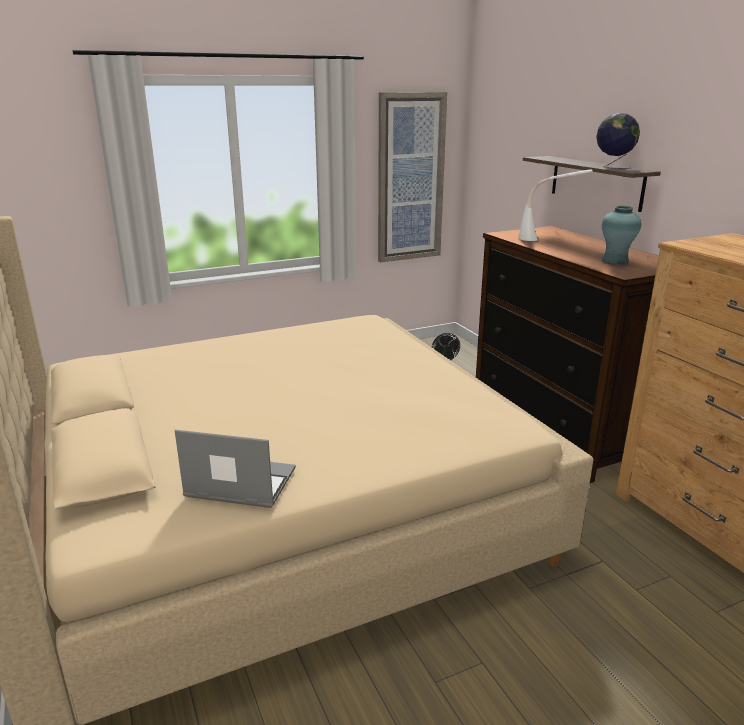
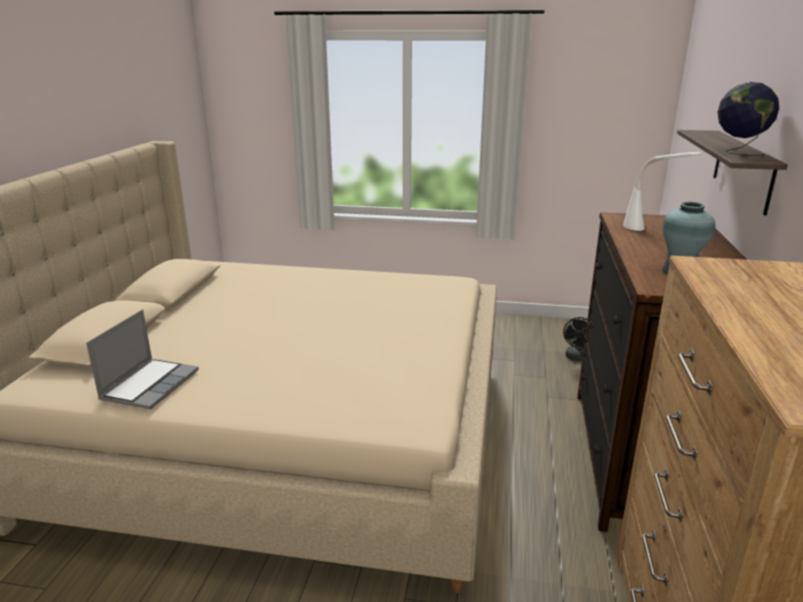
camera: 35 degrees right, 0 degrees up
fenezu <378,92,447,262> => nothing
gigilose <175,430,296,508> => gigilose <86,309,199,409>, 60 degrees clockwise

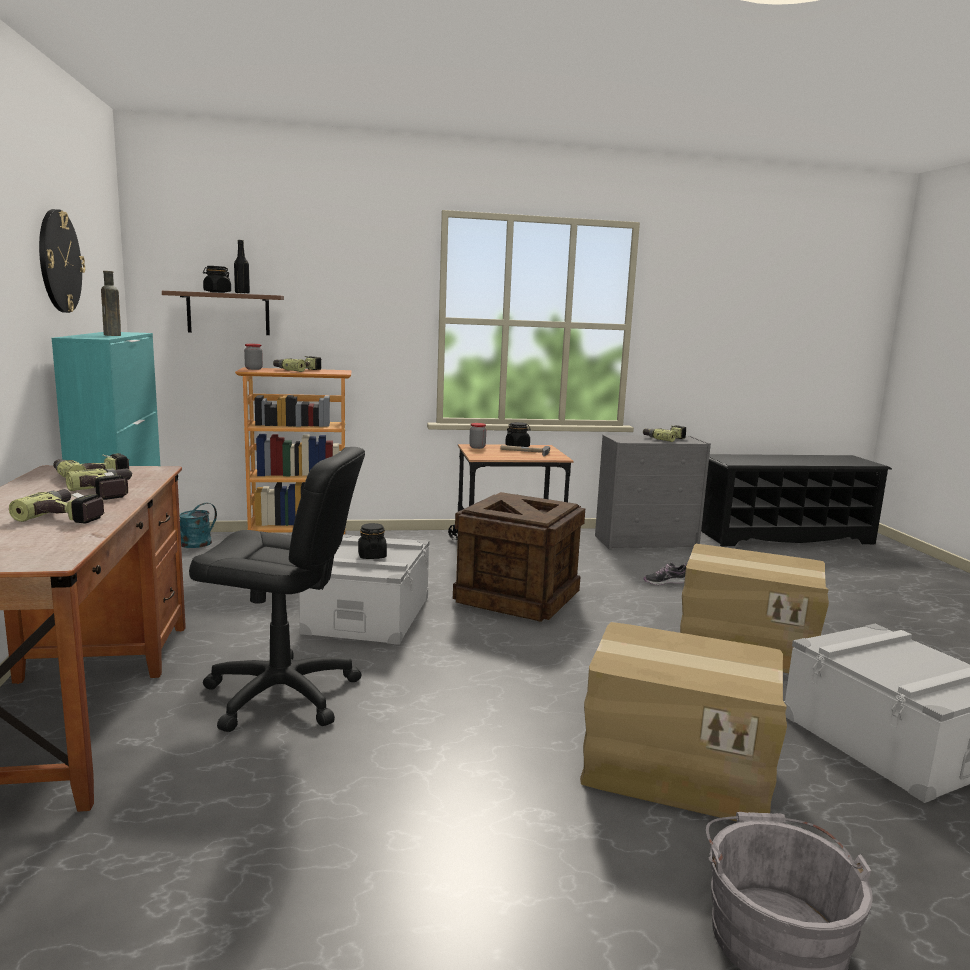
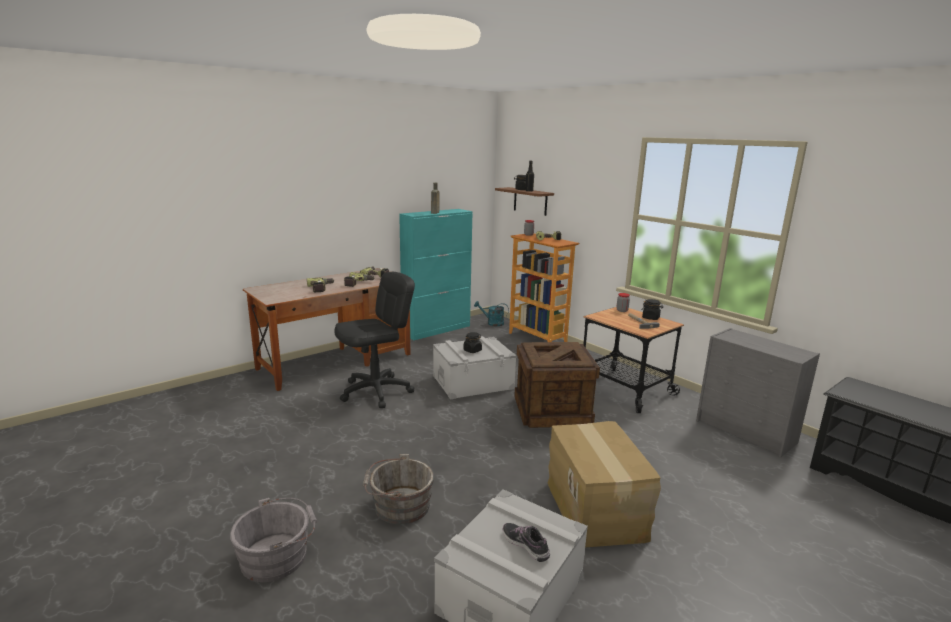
camera: 60 degrees right, 5 degrees up
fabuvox <39,209,85,313> => nothing
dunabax <643,425,686,442> => nothing
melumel <644,563,687,585> => melumel <503,523,550,562>, relocated
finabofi <580,622,787,821> => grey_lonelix <363,454,434,524>
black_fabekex <189,447,365,732> => black_fabekex <334,272,415,408>, 105 degrees counterclockwise

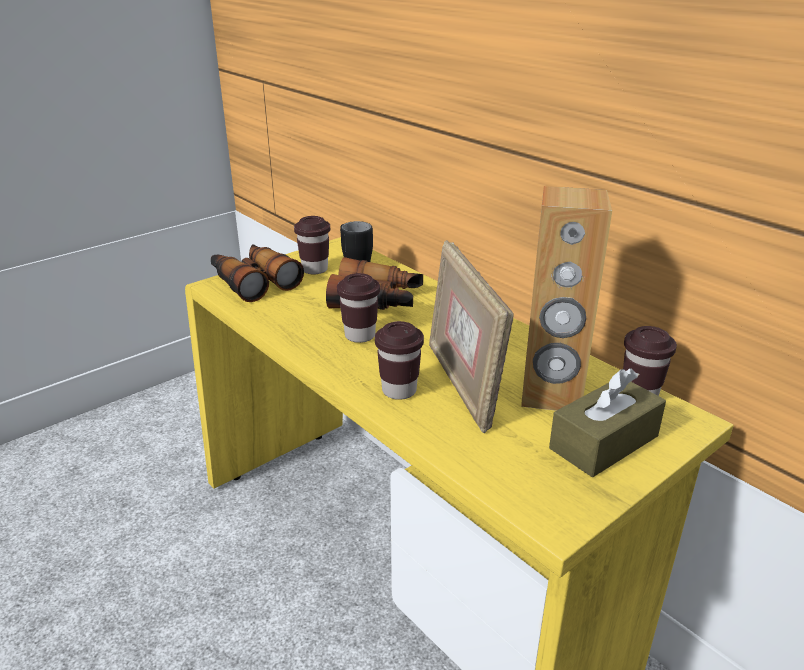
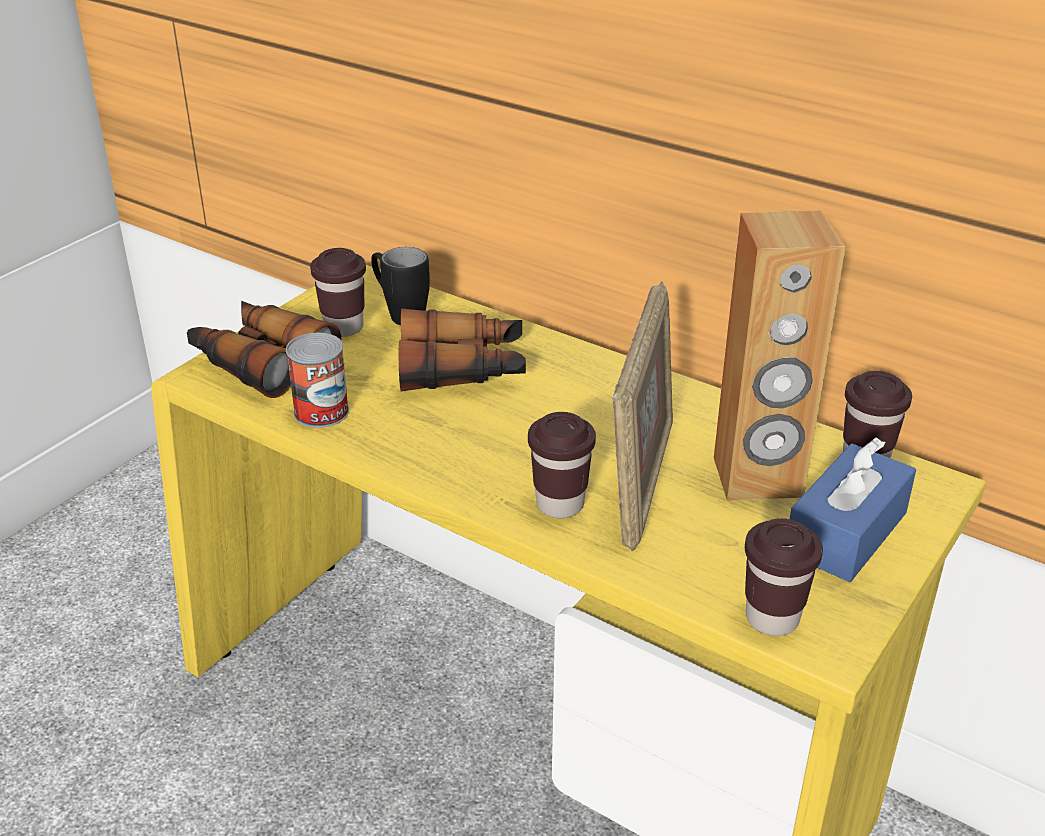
camera: 15 degrees left, 5 degrees up
nothing => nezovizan <286,332,349,428>
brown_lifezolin <337,273,380,343> => brown_lifezolin <745,518,823,636>, relocated
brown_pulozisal <549,368,666,477> => blue_pulozisal <790,437,916,582>
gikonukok <429,240,514,433> => gikonukok <612,281,673,552>, 135 degrees counterclockwise

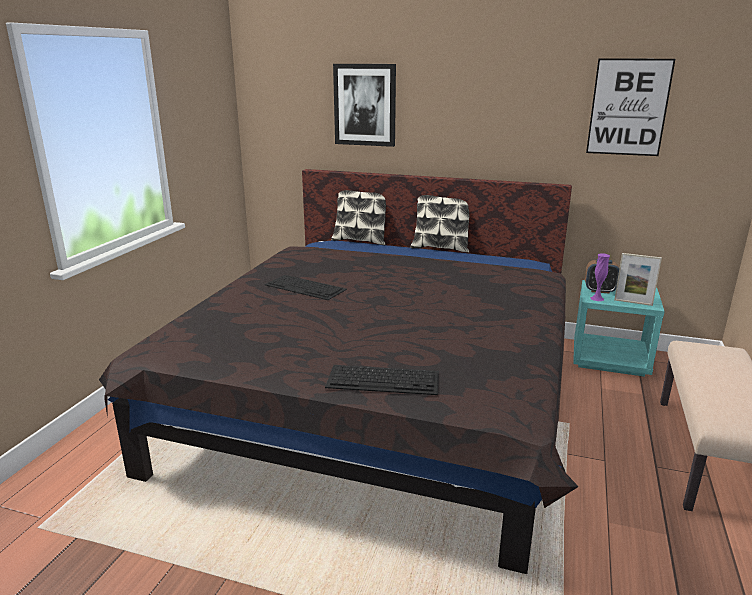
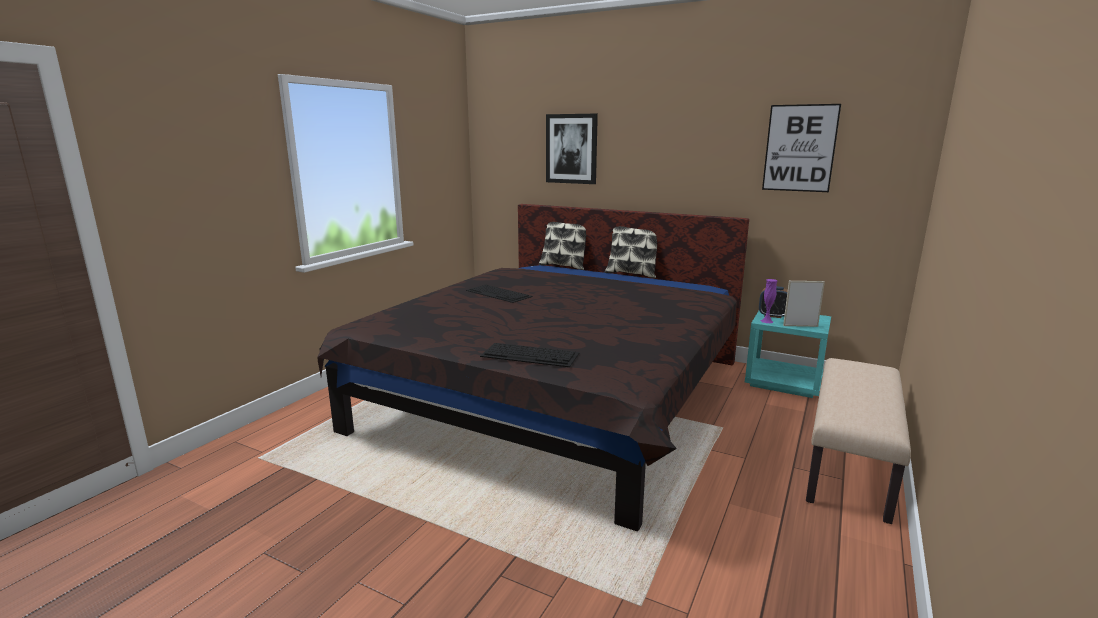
camera: 10 degrees right, 5 degrees down
gikonukok <614,253,662,306> => gikonukok <783,281,825,327>, 150 degrees clockwise

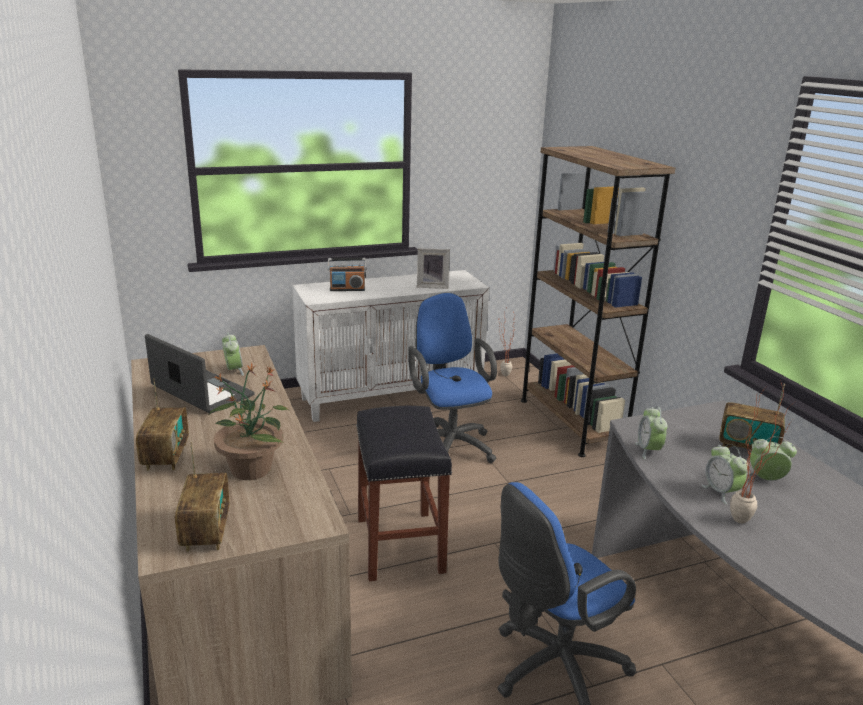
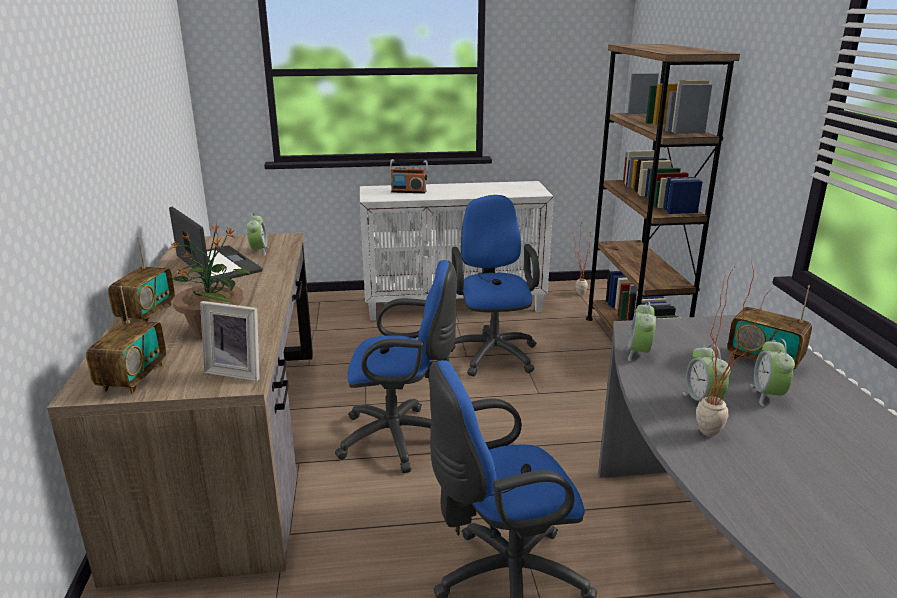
camera: 15 degrees right, 0 degrees up
gikonukok <417,248,450,289> => gikonukok <200,301,260,381>, relocated
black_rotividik <356,406,452,581> => blue_fabekex <335,260,457,473>
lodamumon <746,436,797,481> => lodamumon <750,339,795,406>, 105 degrees counterclockwise

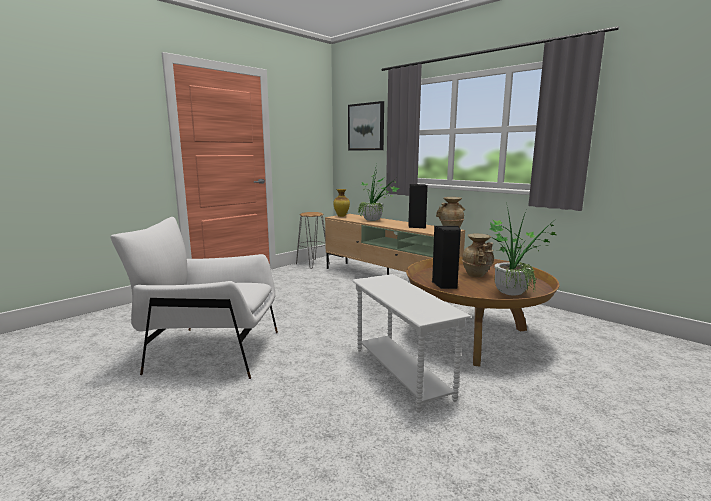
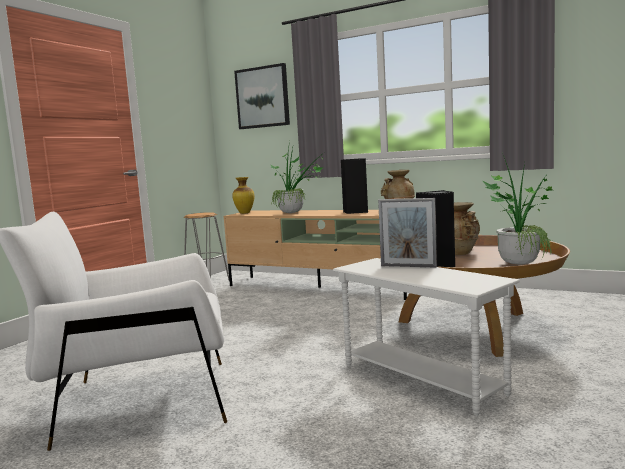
camera: 15 degrees left, 5 degrees down
nothing => gikonukok <378,198,437,268>

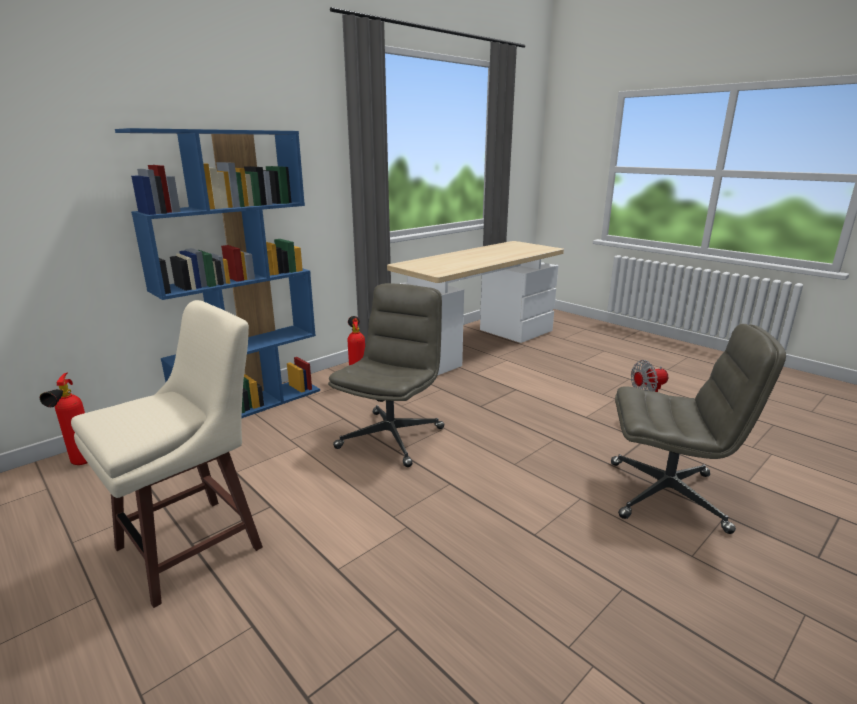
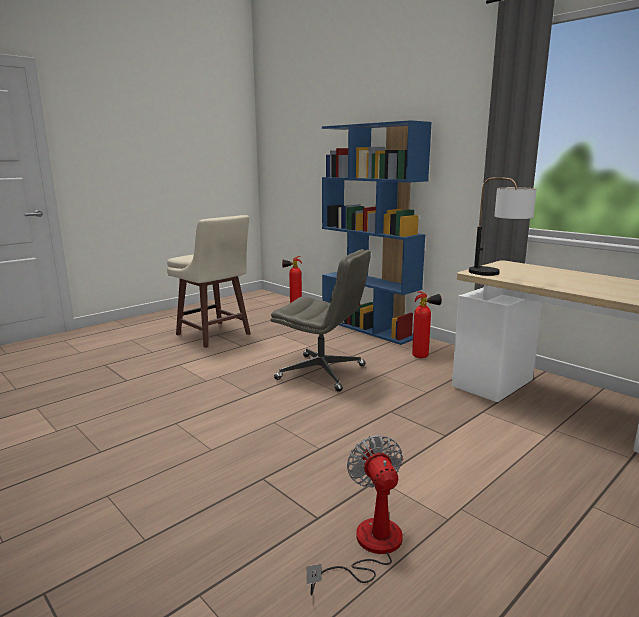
camera: 90 degrees right, 5 degrees down
grey_fabekex <611,324,786,534> => nothing
nothing => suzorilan <469,177,537,276>

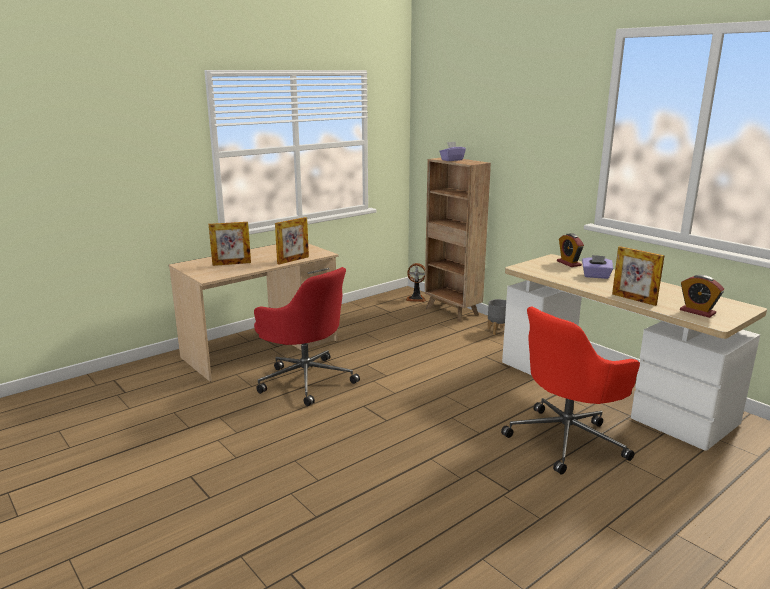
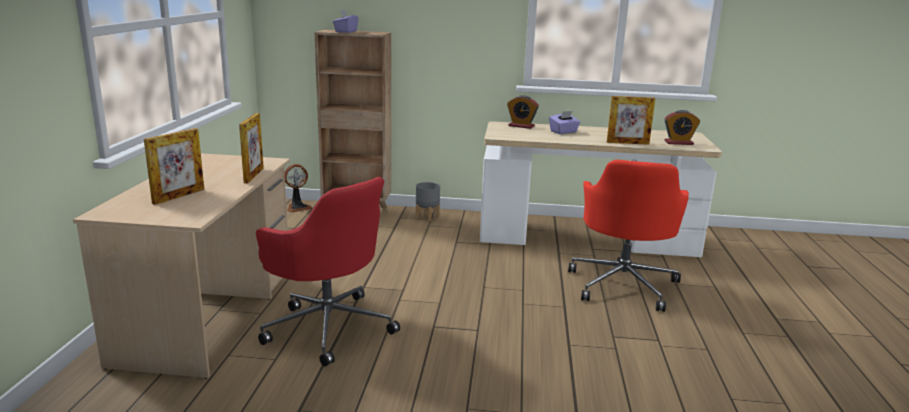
camera: 45 degrees left, 0 degrees up
red_fabekex <254,267,360,406> => red_fabekex <256,177,400,367>, 45 degrees clockwise

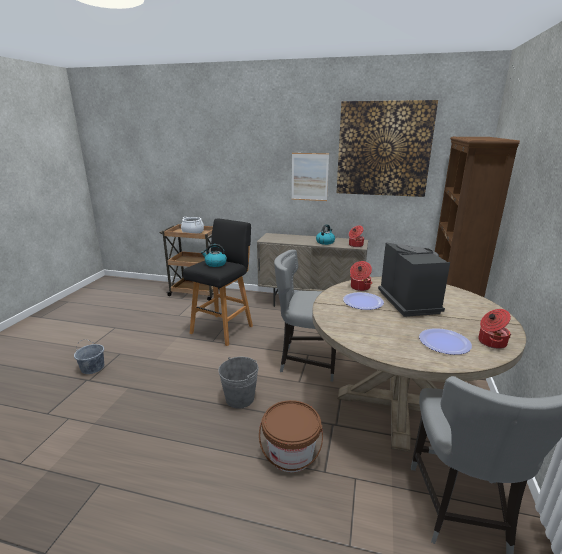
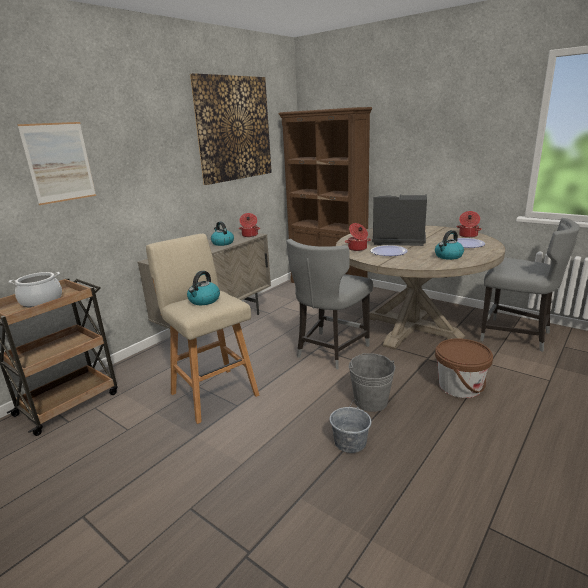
camera: 65 degrees left, 0 degrees up
nothing => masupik <435,230,464,260>
grey_lonelix <74,339,104,374> => grey_lonelix <329,400,371,453>, relocated
fenezu <292,153,329,201> => fenezu <17,122,96,205>, relocated
black_rotividik <183,218,253,346> => beige_rotividik <146,234,259,424>

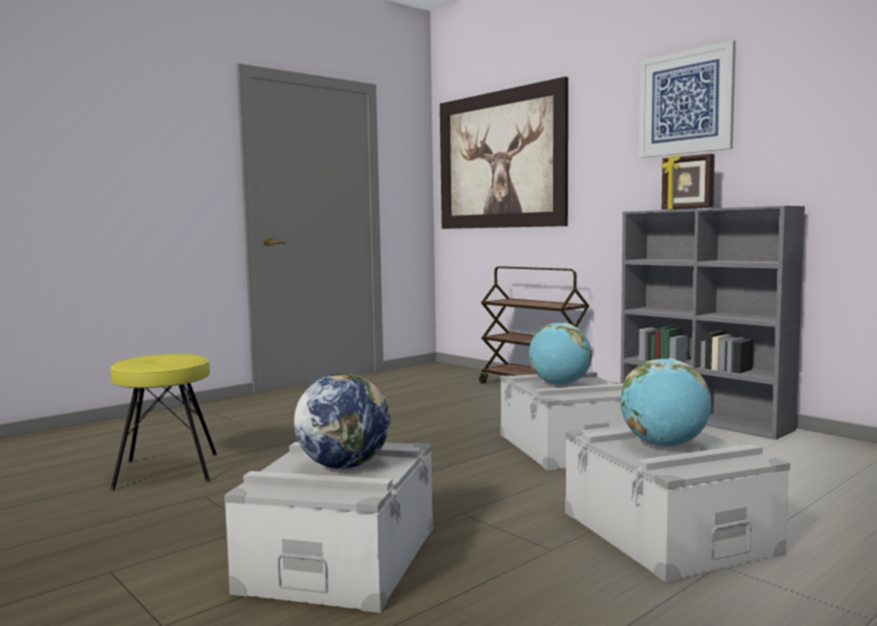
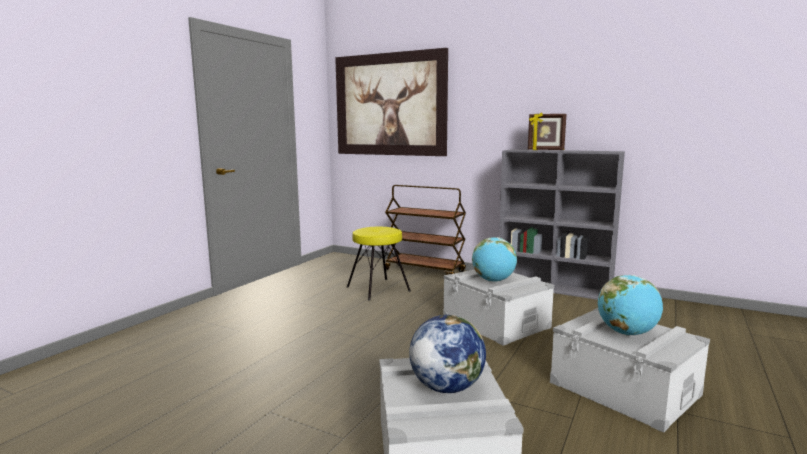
camera: 20 degrees left, 5 degrees up
fenezu <639,40,736,158> => nothing
yellow_rotividik <110,354,217,491> => yellow_rotividik <347,227,411,300>, relocated

